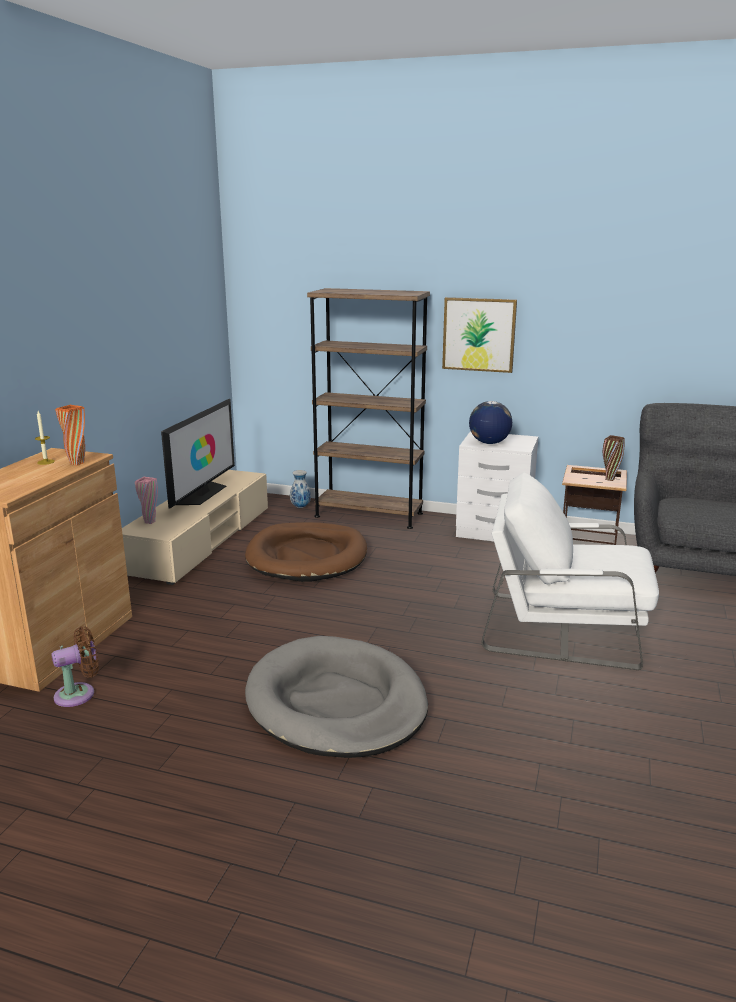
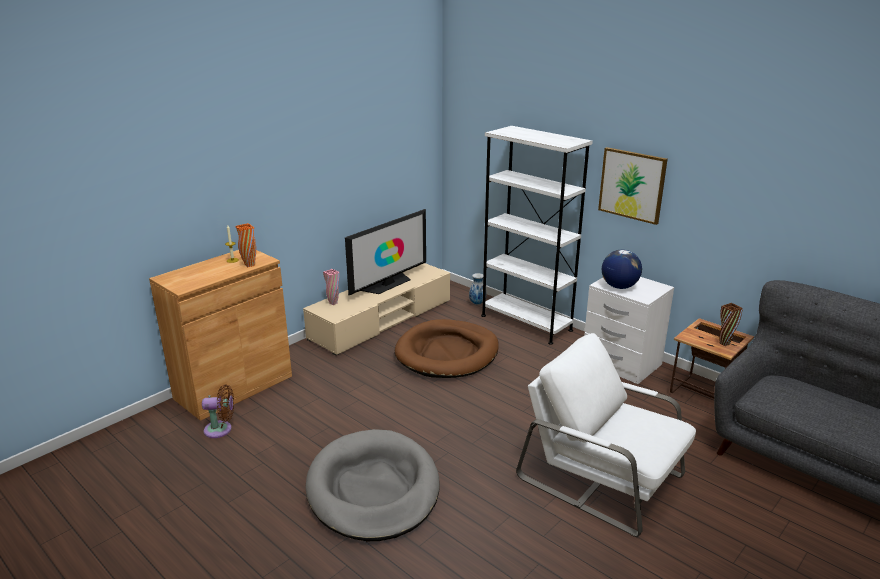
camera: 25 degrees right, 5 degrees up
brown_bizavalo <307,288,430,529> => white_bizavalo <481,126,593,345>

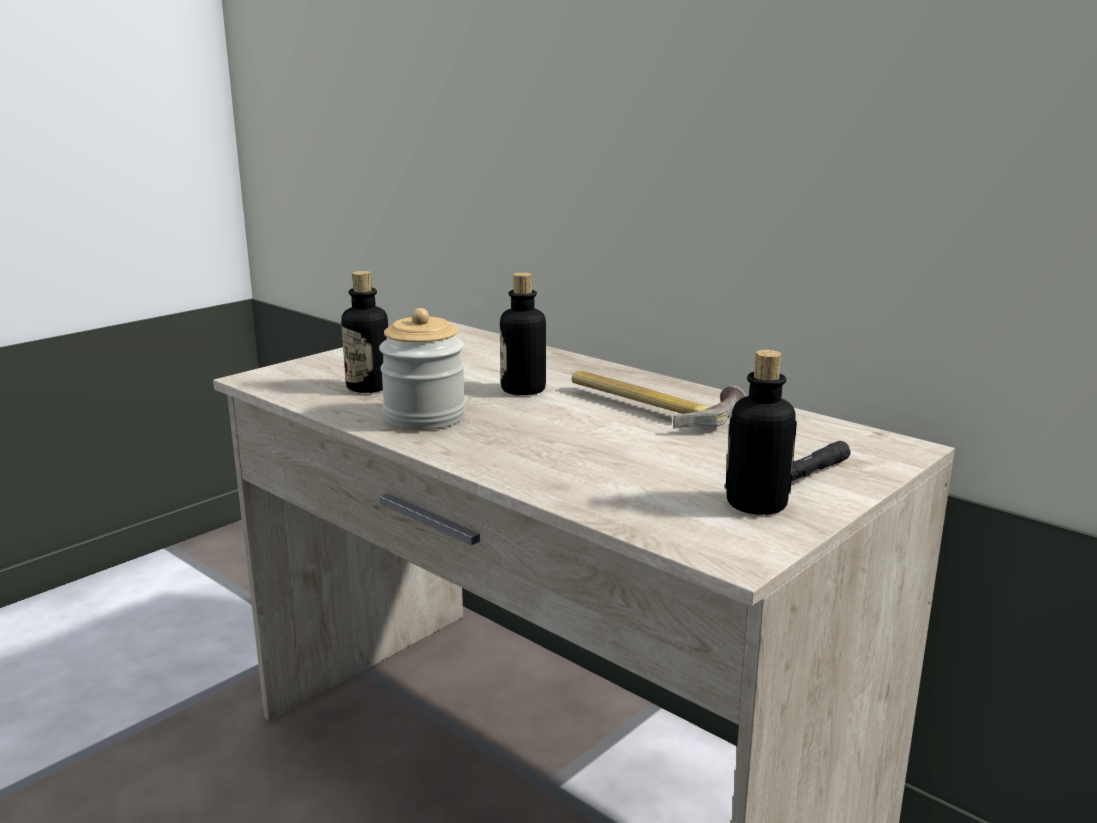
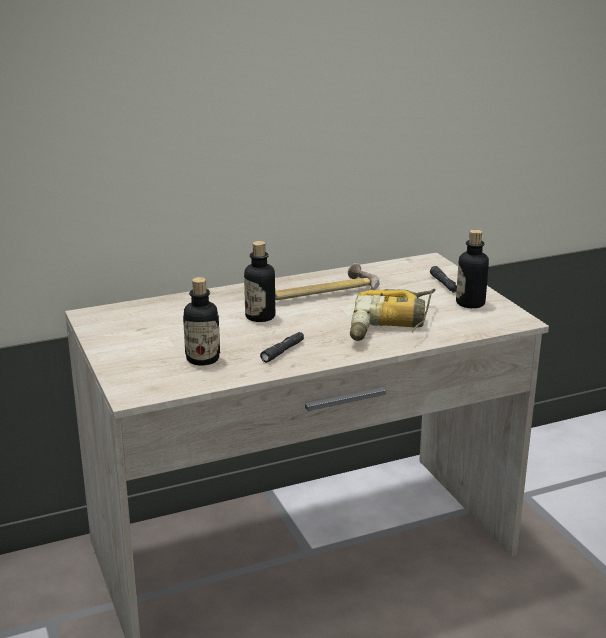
camera: 65 degrees left, 5 degrees up
nothing => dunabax <350,288,435,341>
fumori <379,308,466,430> => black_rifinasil <260,332,304,363>

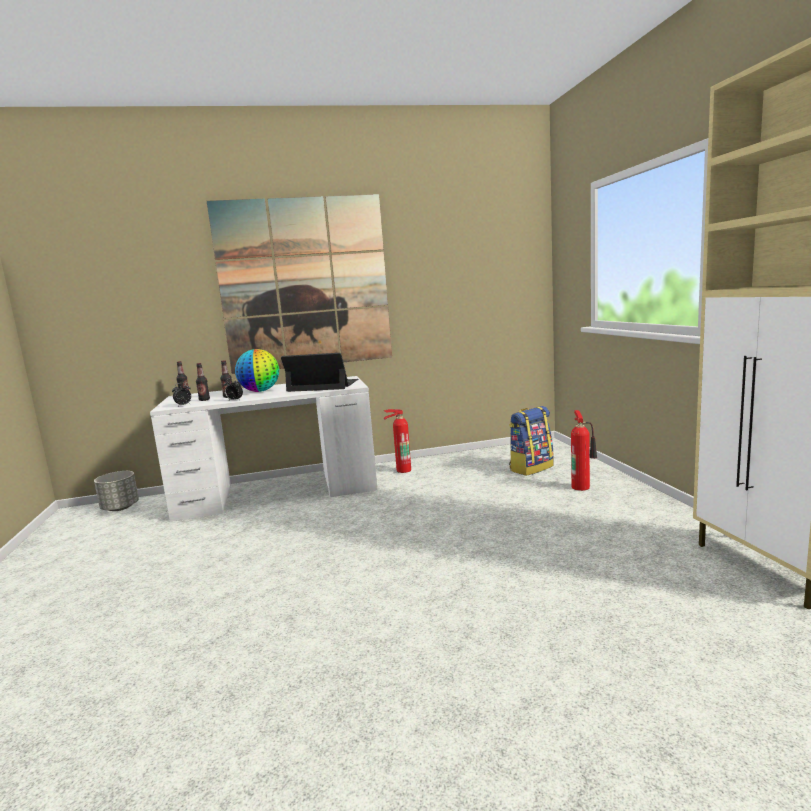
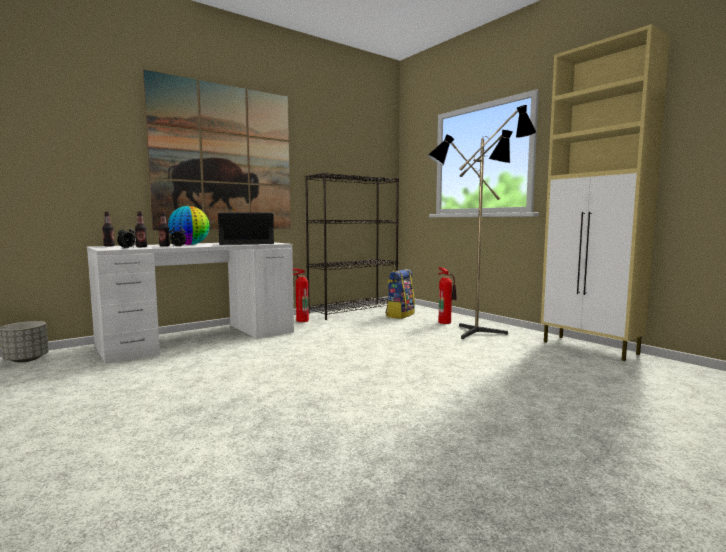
camera: 25 degrees left, 5 degrees down
nothing => black_bizavalo <305,173,399,320>
nothing => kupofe <428,105,537,339>

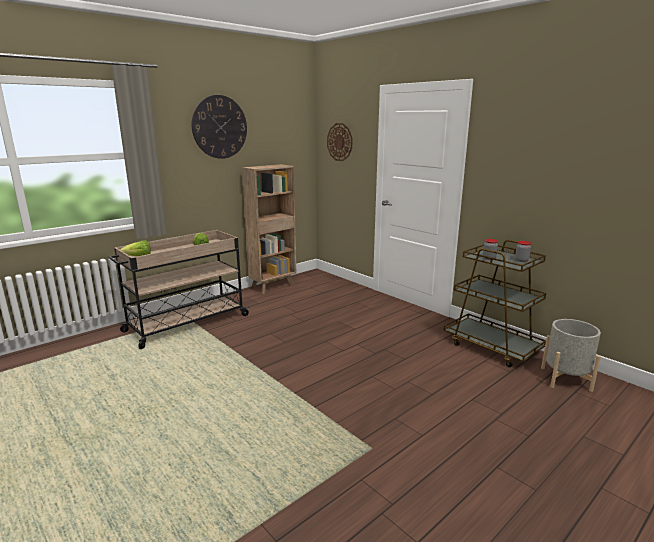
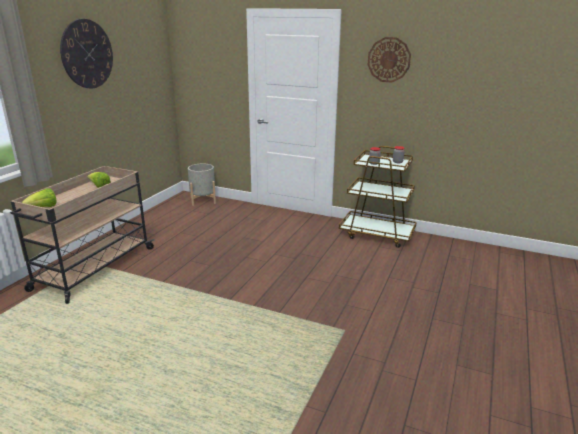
camera: 25 degrees left, 5 degrees up
brown_bizavalo <242,164,296,294> => nothing
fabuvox <327,123,352,161> => fabuvox <368,37,411,83>, relocated
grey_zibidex <541,319,601,392> => grey_zibidex <188,164,216,206>, relocated

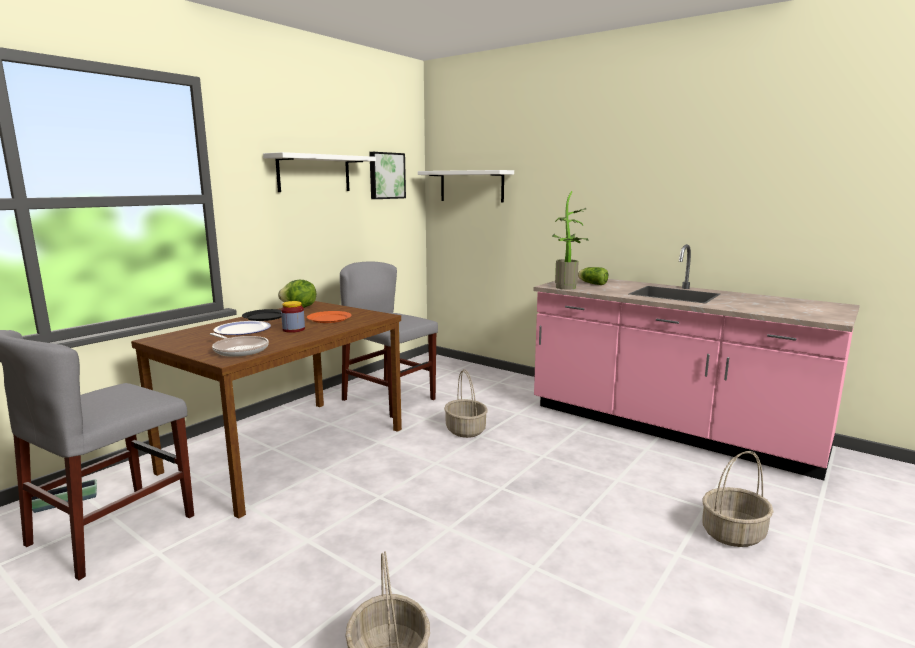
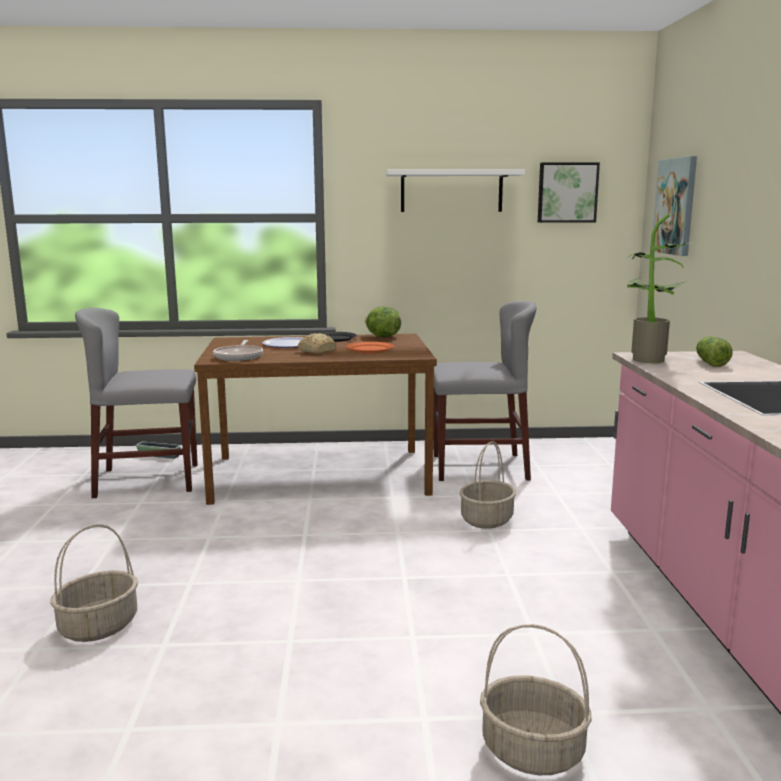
camera: 50 degrees right, 0 degrees up
fumori <281,301,305,333> => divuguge <298,333,336,354>
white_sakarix <418,170,514,202> => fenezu <653,156,697,256>
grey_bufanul <340,261,438,418> => grey_bufanul <433,301,537,481>, 90 degrees clockwise

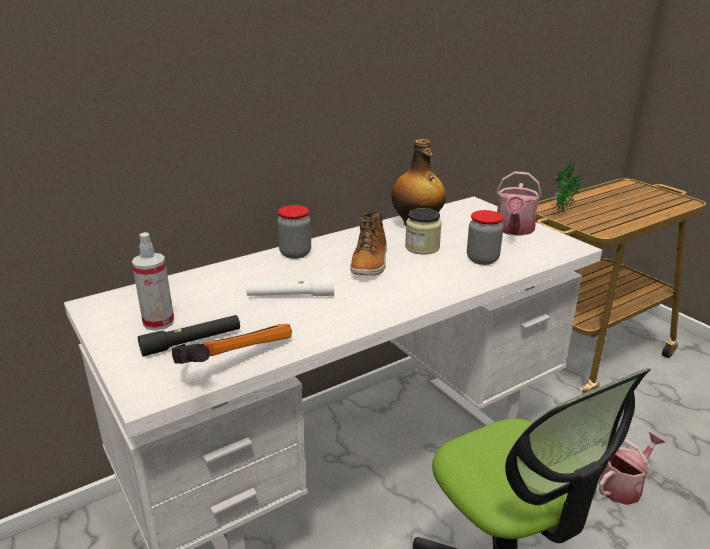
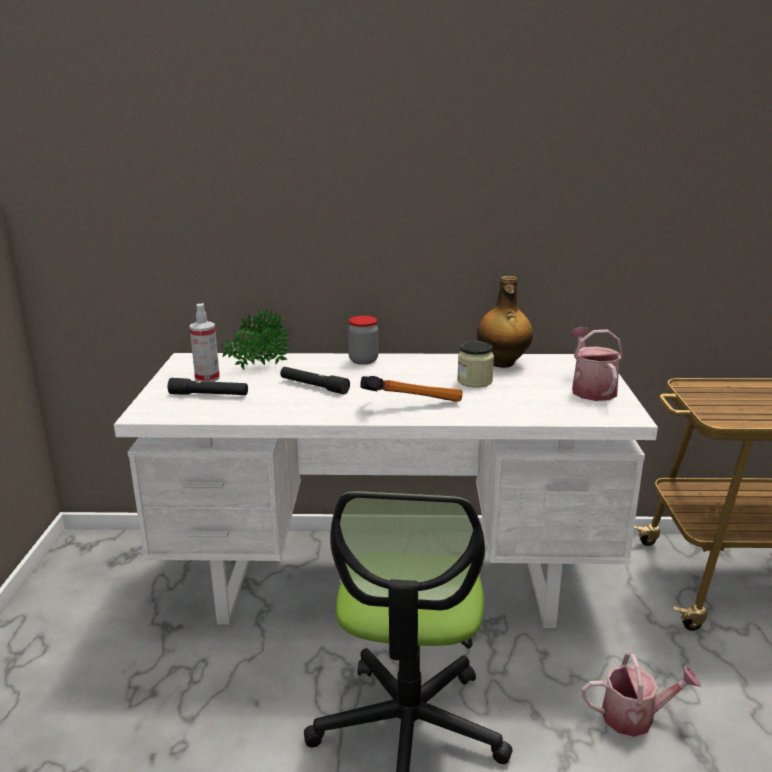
camera: 35 degrees right, 5 degrees down
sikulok <350,212,387,276> => nothing
fumori <467,210,503,265> => nothing
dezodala <172,324,292,364> => dezodala <360,376,462,402>, relocated
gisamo <555,162,582,213> => gisamo <221,309,290,370>, relocated
white_rifinasil <246,278,334,296> => black_rifinasil <280,367,350,394>
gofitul <496,171,542,236> => gofitul <570,327,623,401>, 120 degrees clockwise

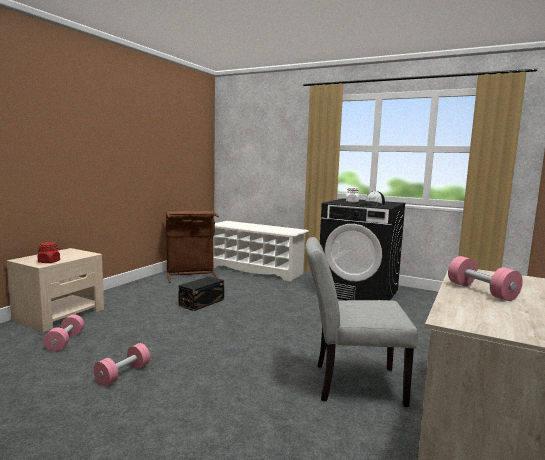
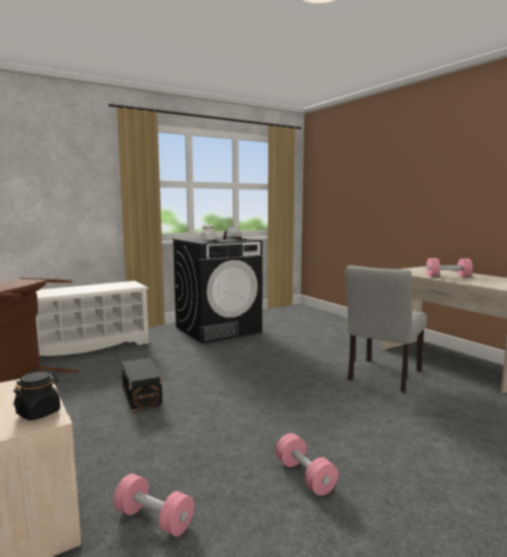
camera: 60 degrees left, 0 degrees up
red_fumori <37,242,60,263> => black_fumori <13,371,60,421>

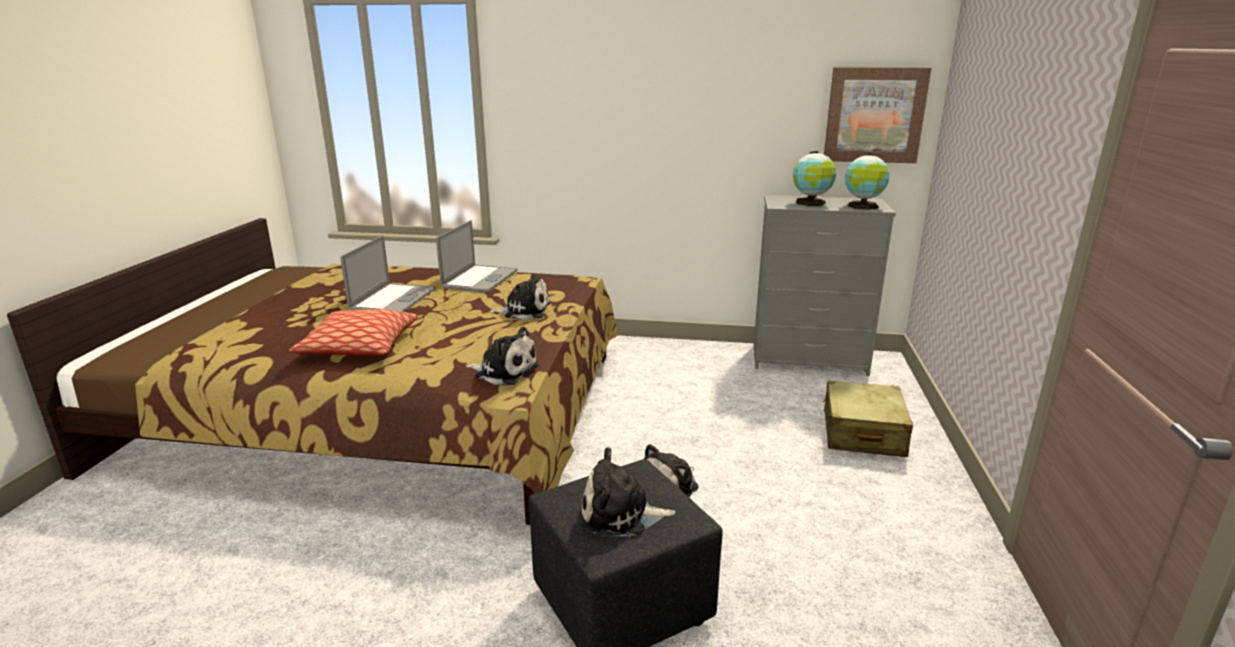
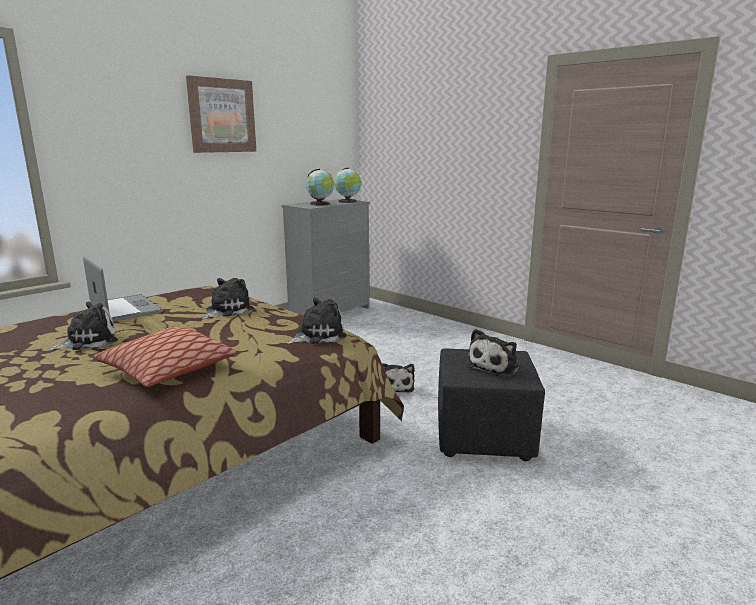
camera: 55 degrees left, 5 degrees down
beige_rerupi <823,381,913,457> => nothing
fenezu <824,67,931,163> => fenezu <186,75,256,153>, relocated
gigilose <341,235,436,312> => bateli <47,302,118,351>

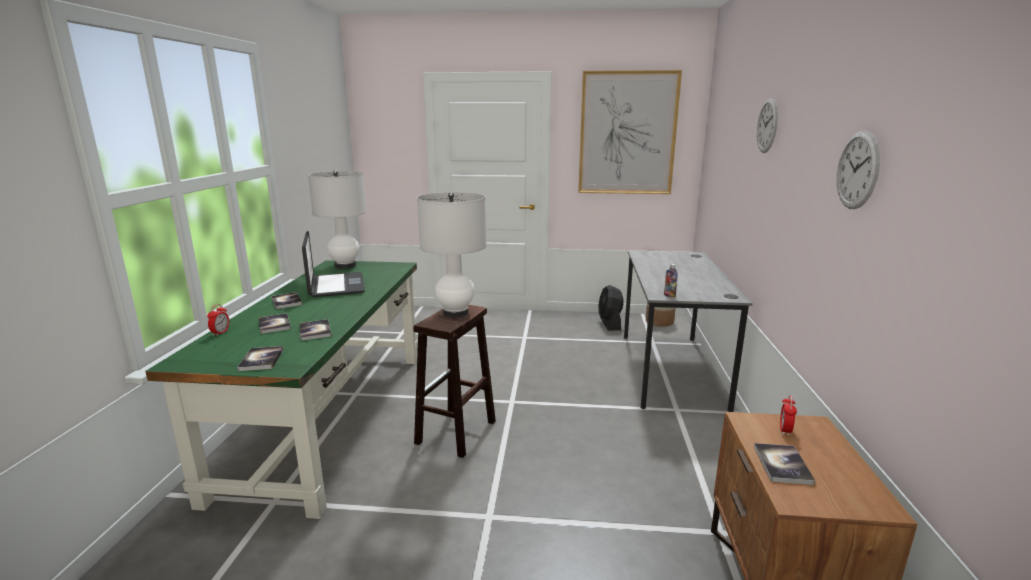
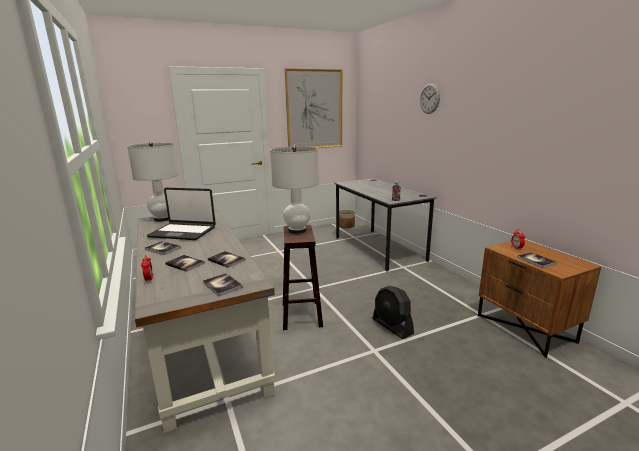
camera: 30 degrees left, 0 degrees up
fabuvox <837,131,880,209> => nothing
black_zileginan <598,285,624,331> => black_zileginan <373,286,414,339>, relocated
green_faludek <145,260,418,519> => grey_faludek <135,209,275,434>
gigilose <302,231,365,298> => gigilose <147,188,216,240>, 150 degrees clockwise

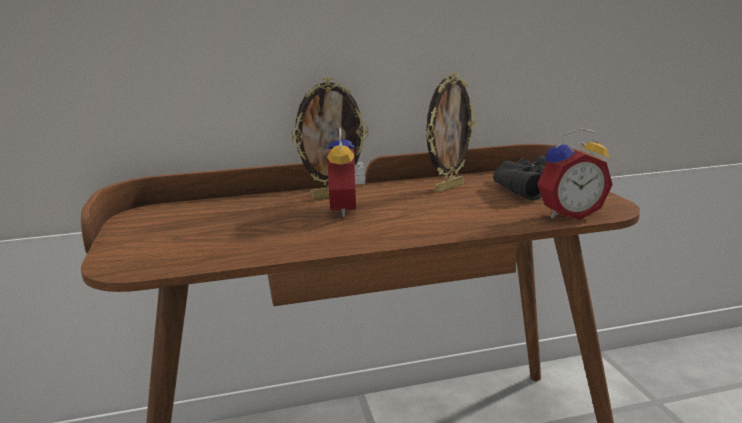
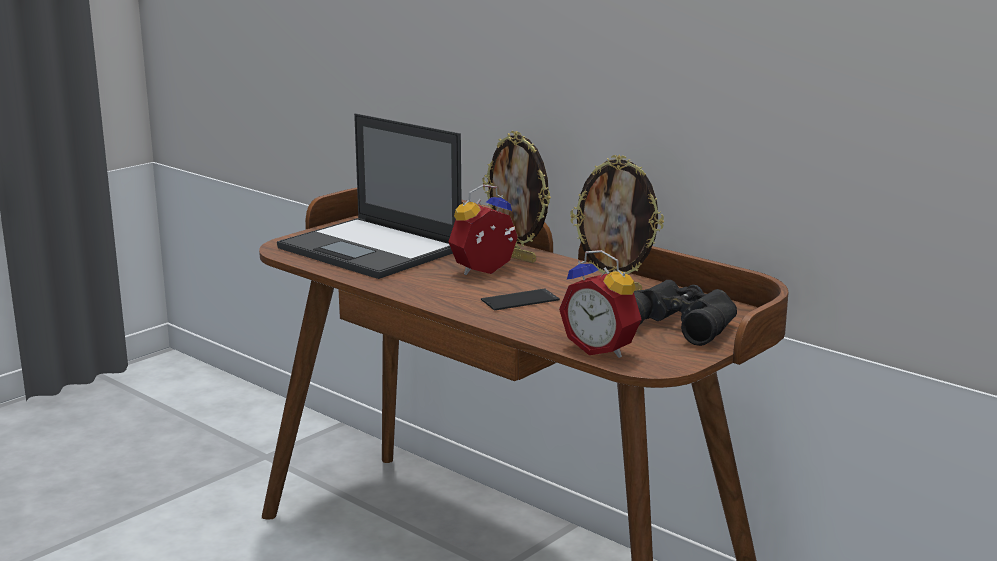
camera: 55 degrees right, 0 degrees up
nothing => gigilose <277,113,462,279>
nothing => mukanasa <481,288,560,311>

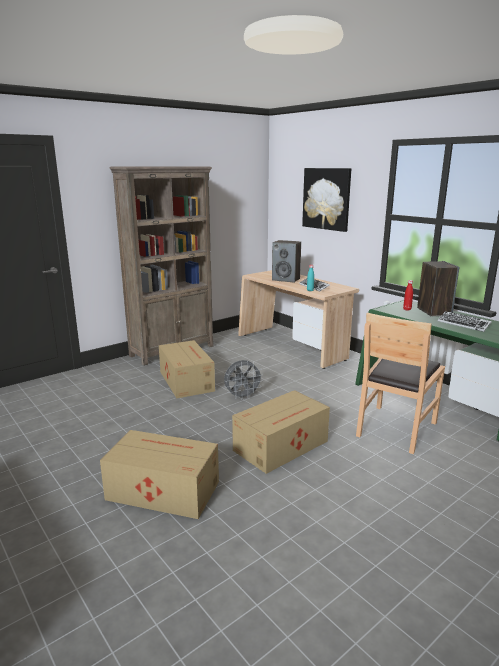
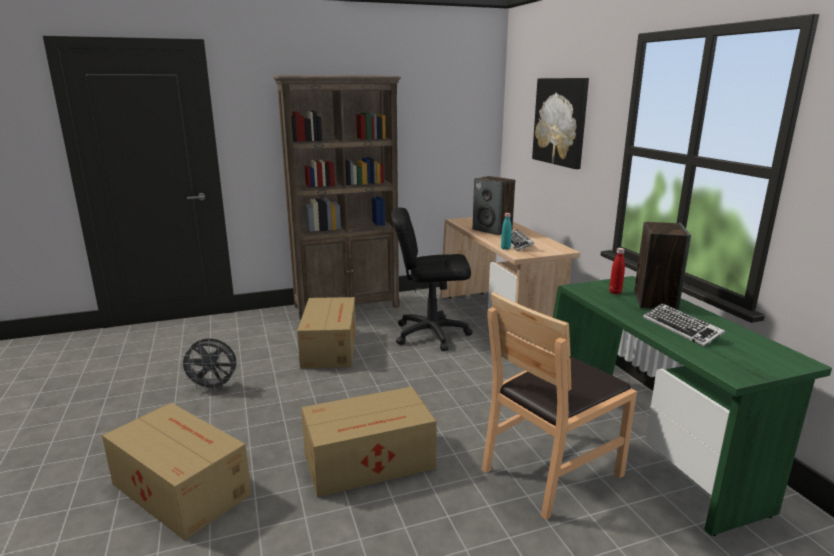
camera: 20 degrees right, 0 degrees up
nothing => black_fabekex <391,207,472,351>
grey_zileginan <224,360,264,400> => grey_zileginan <178,338,237,392>, relocated

